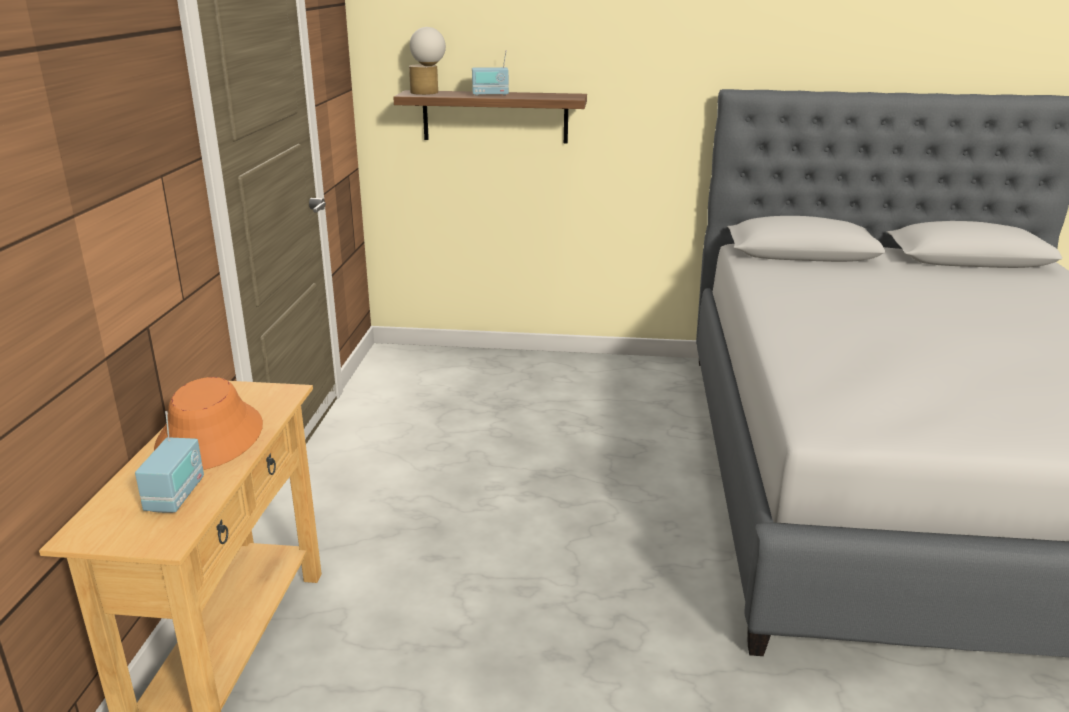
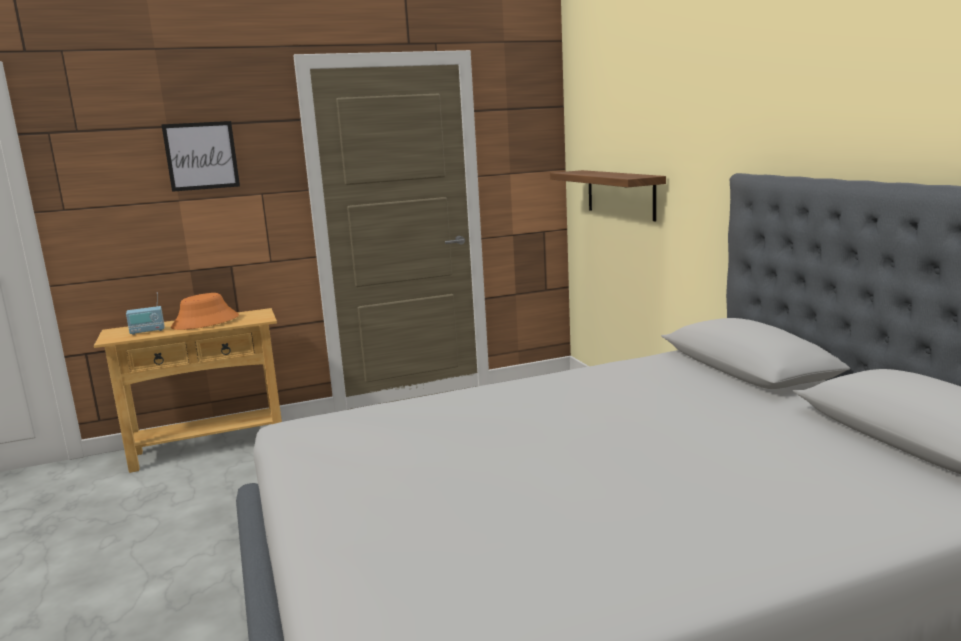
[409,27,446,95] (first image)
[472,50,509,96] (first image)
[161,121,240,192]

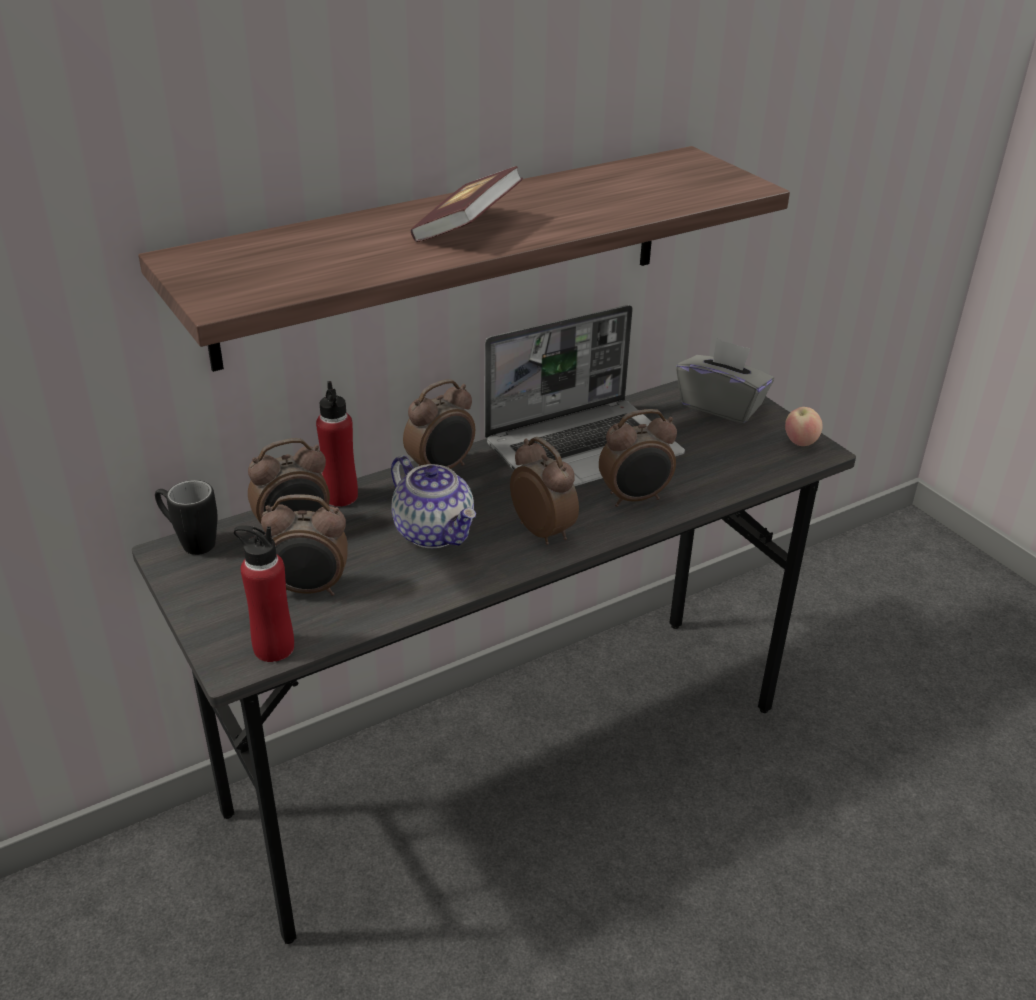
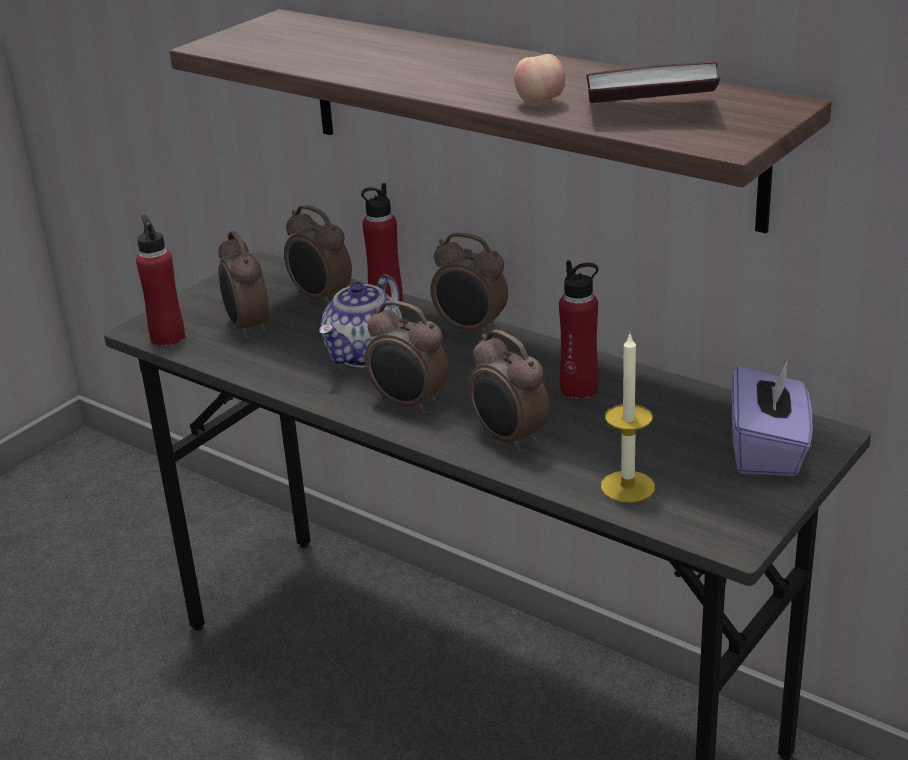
[155,480,217,555] (first image)
[601,334,655,503]
[586,62,720,103]
[514,54,565,106]
[559,260,599,399]
[732,360,812,476]
[364,300,449,415]

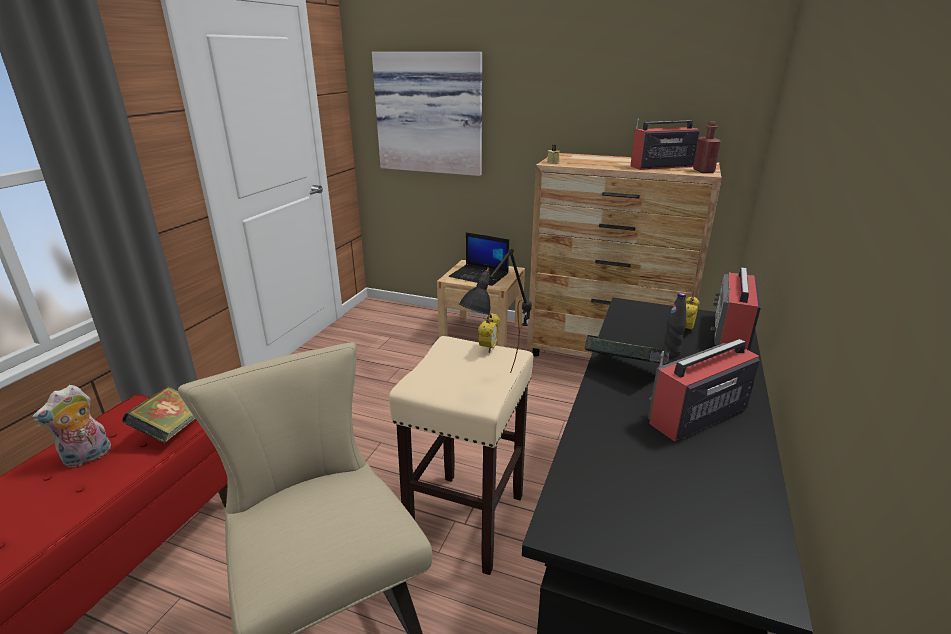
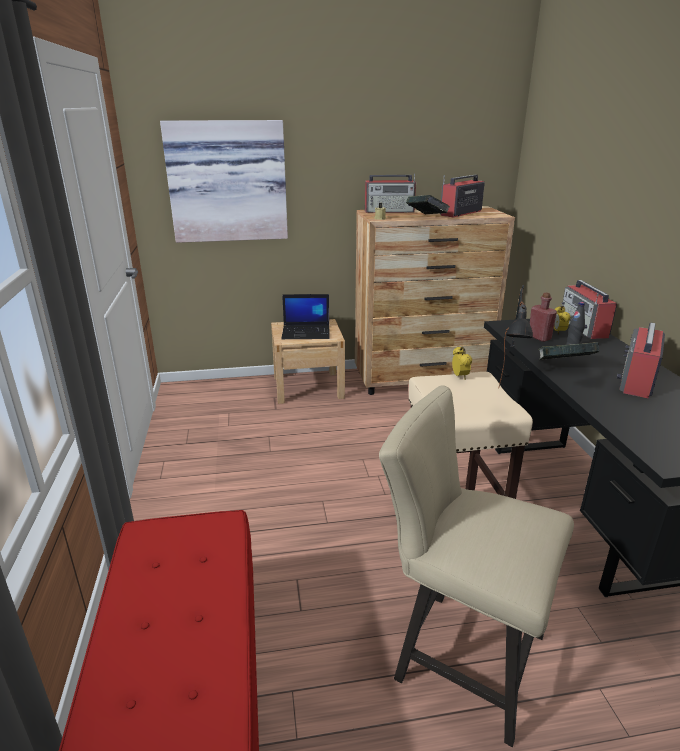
[32,385,111,468] (first image)
[365,174,416,213]
[406,195,450,215]
[530,292,557,342]

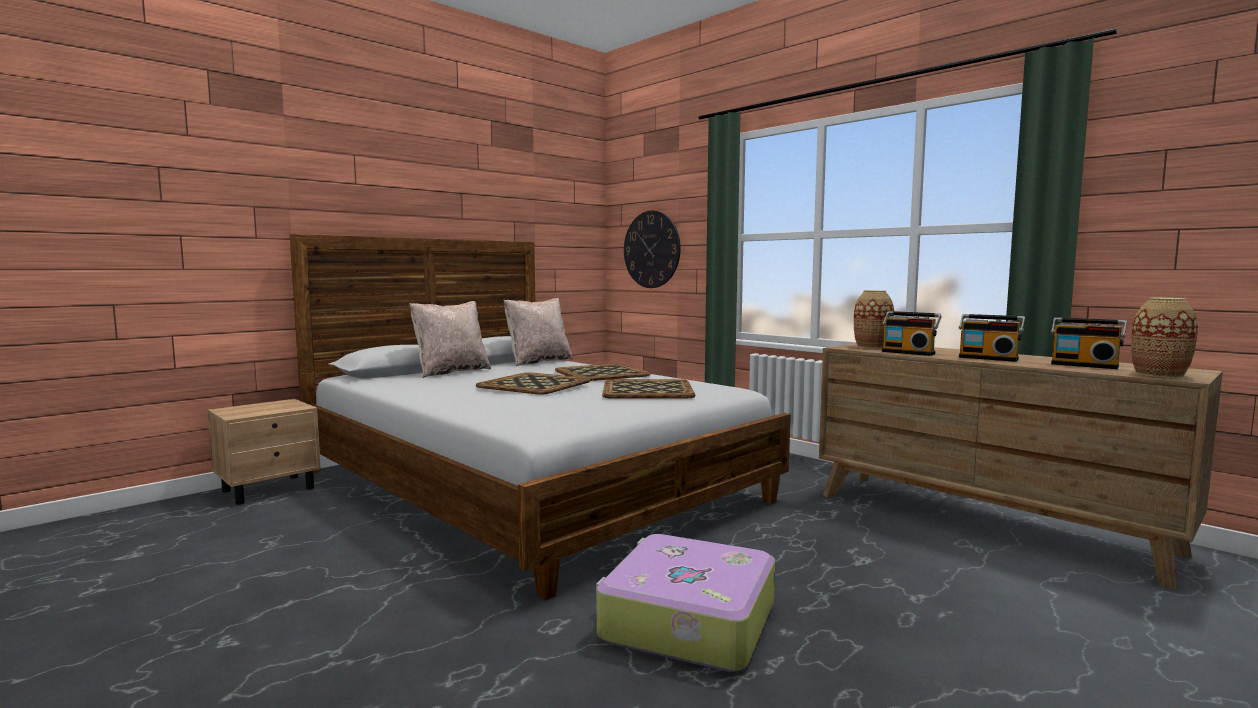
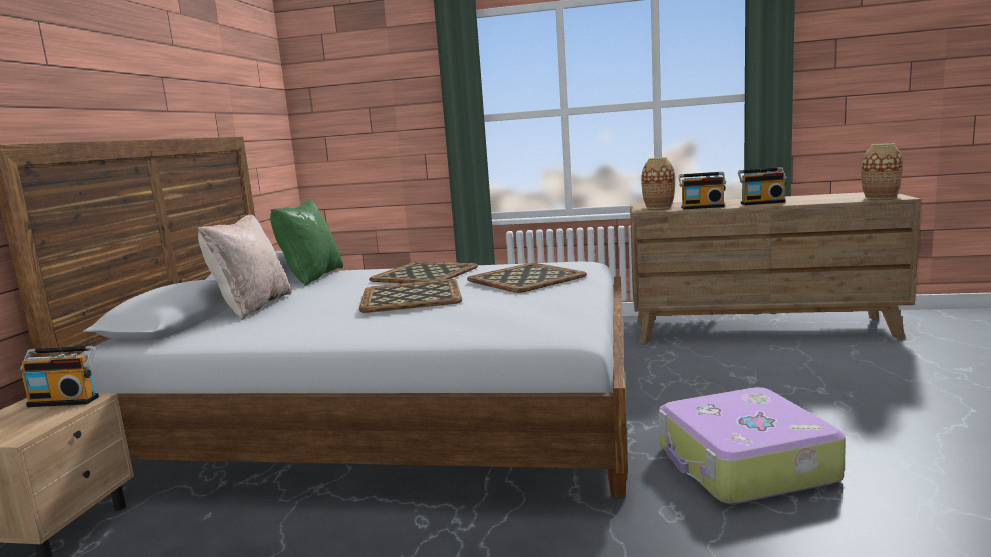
[624,211,681,288] (first image)
[20,346,99,407]
[270,200,343,286]

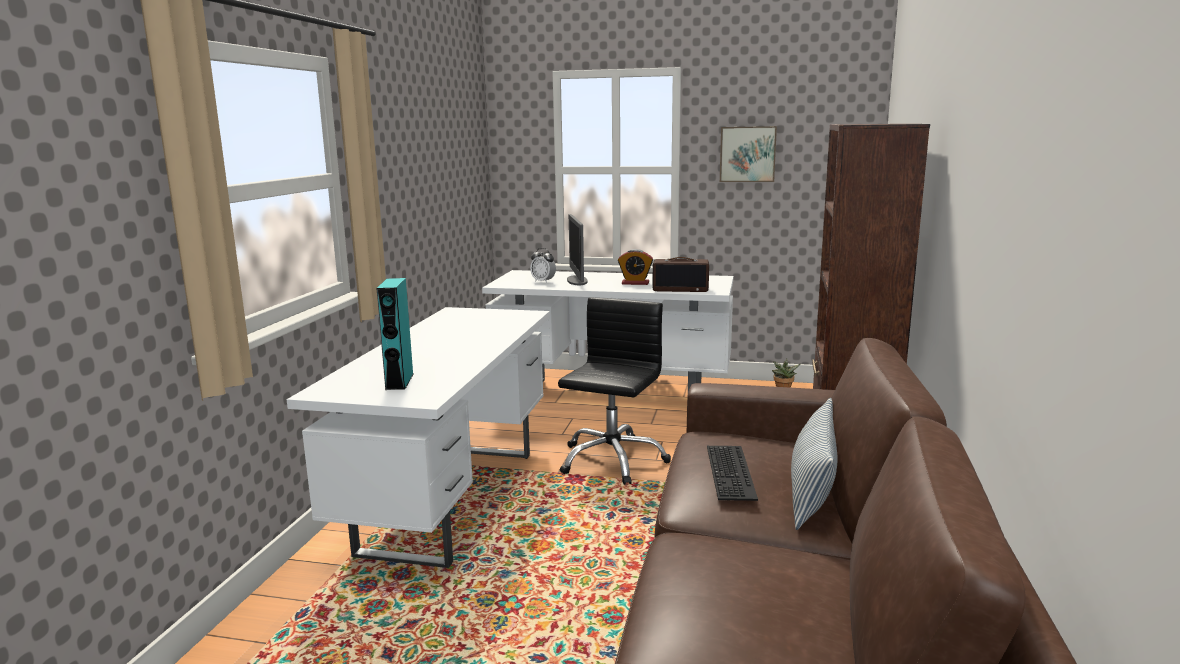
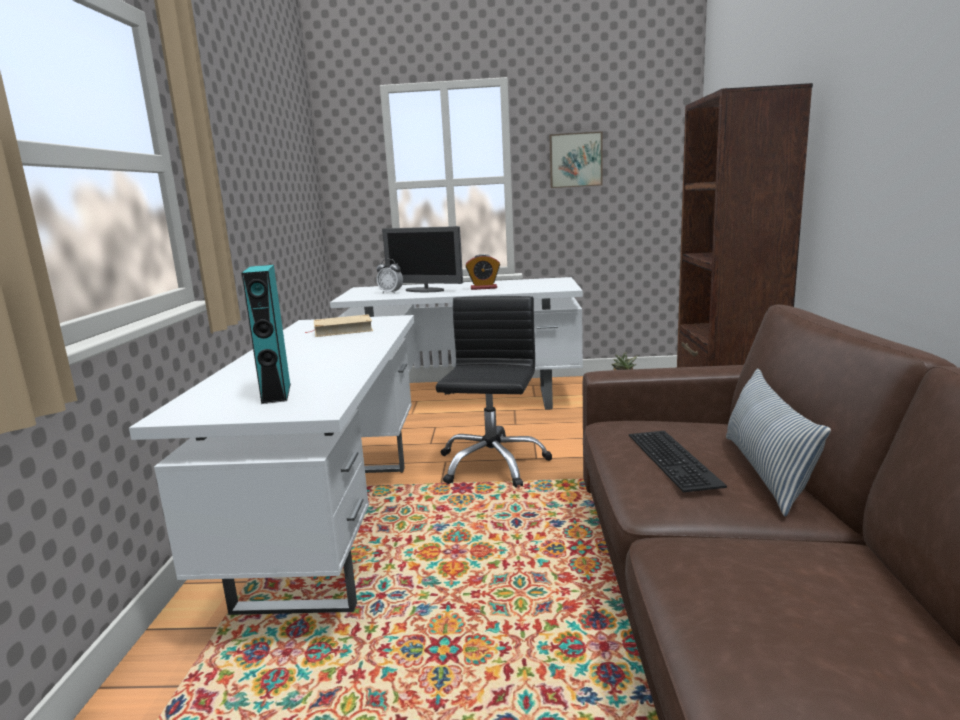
[653,257,709,292] (first image)
[305,314,373,337]
[382,226,463,292]

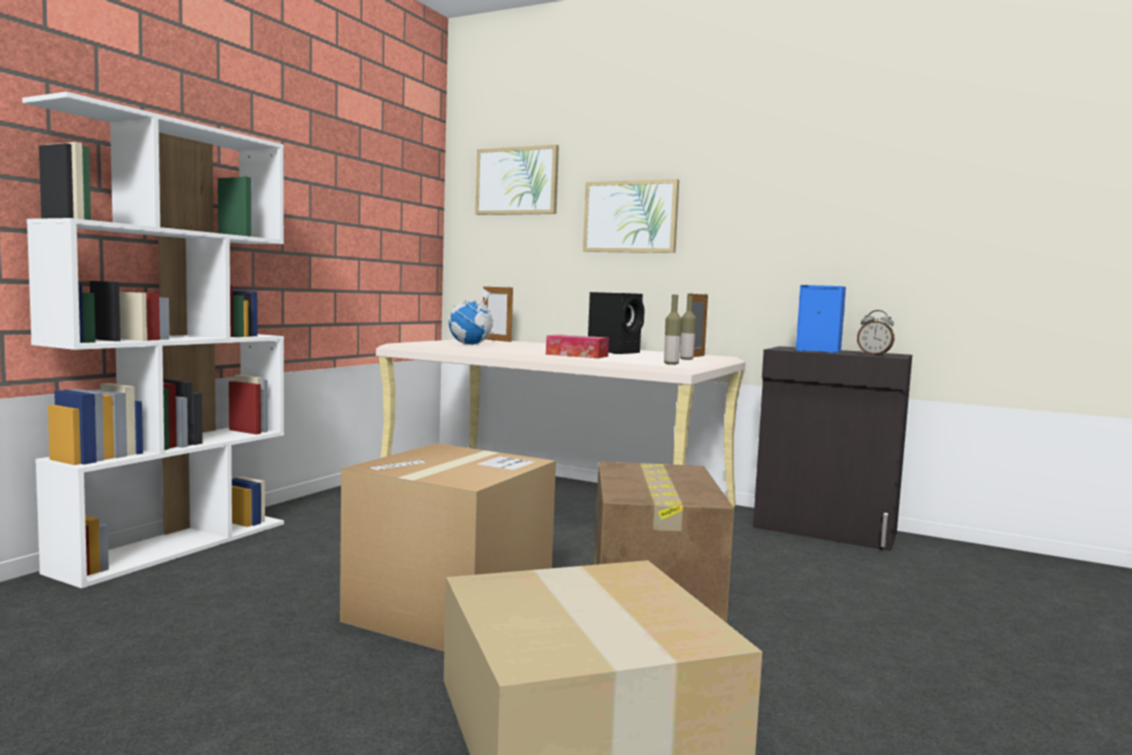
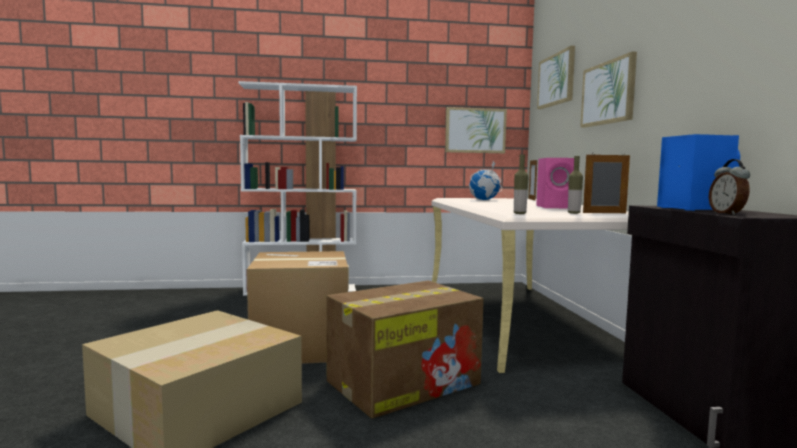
[546,334,609,358] (first image)
[445,107,507,153]
[536,158,574,209]

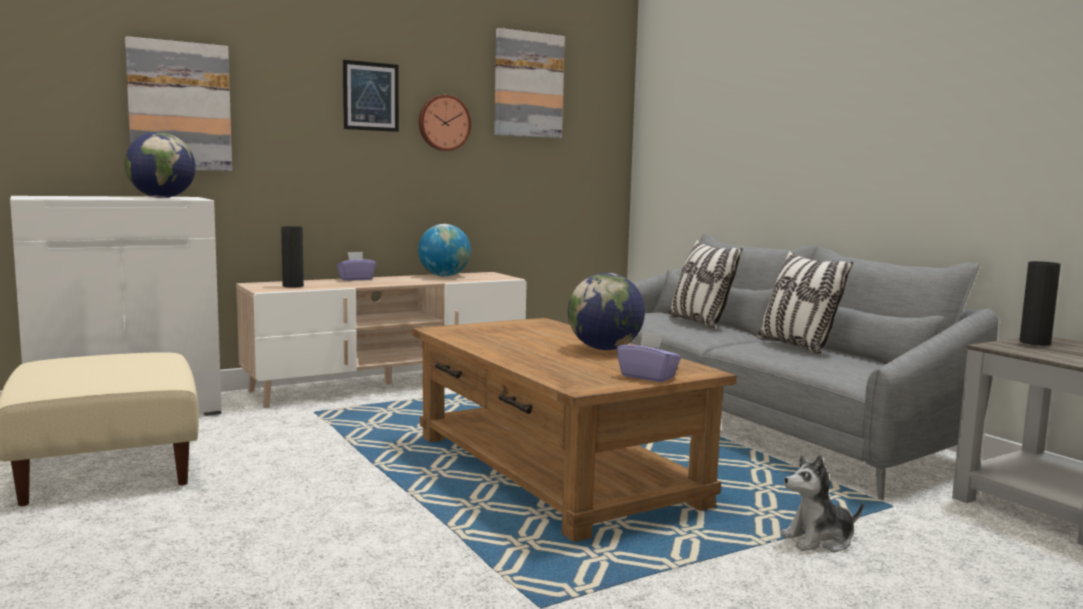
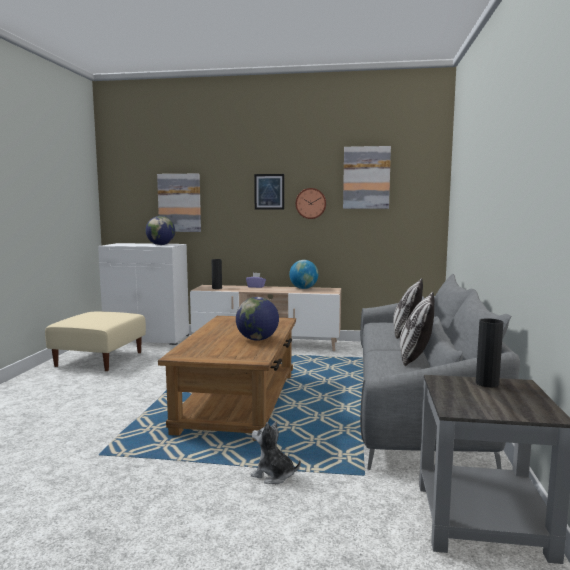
[617,332,681,382] (first image)

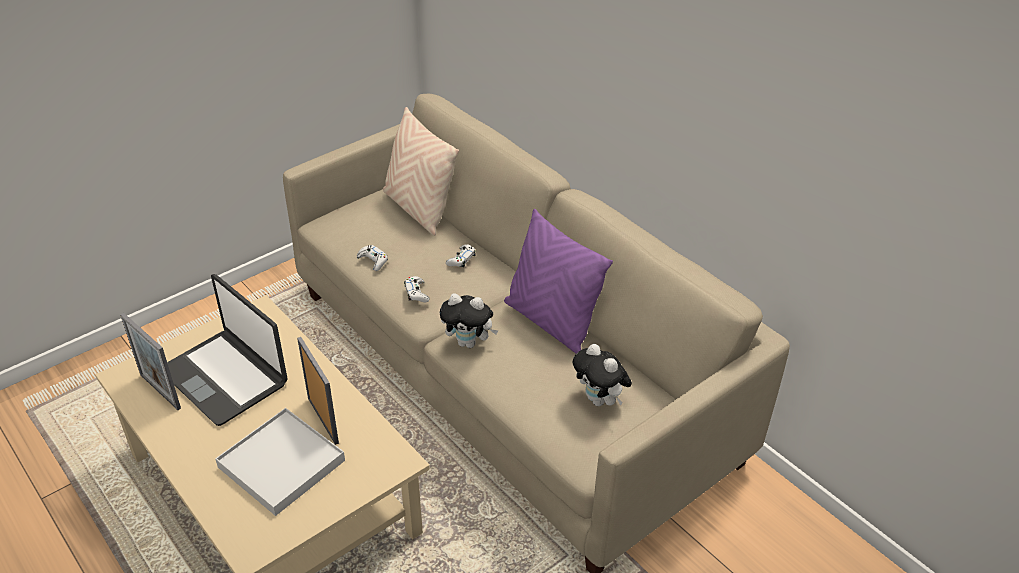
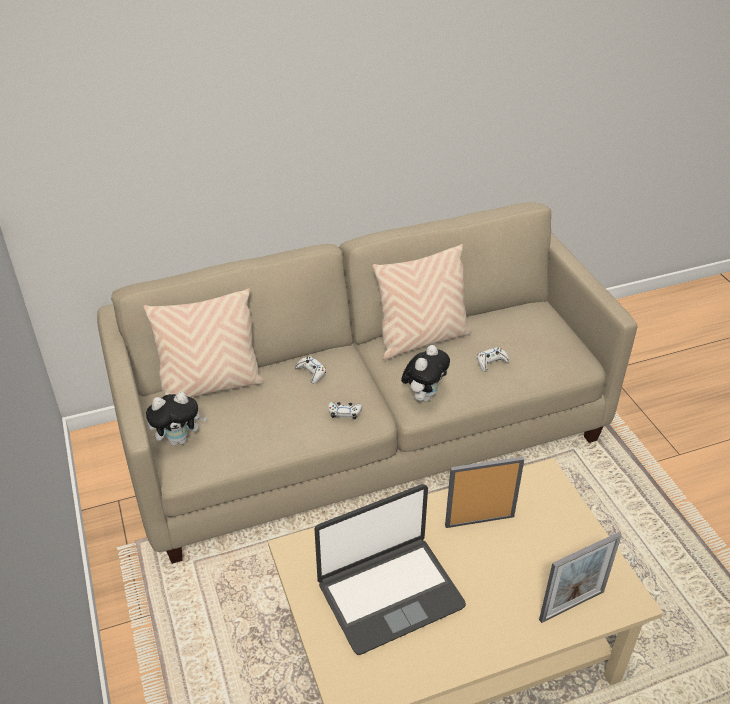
[215,408,345,516] (first image)
[539,532,622,623]
[477,347,509,372]
[146,392,207,446]
[372,244,471,360]

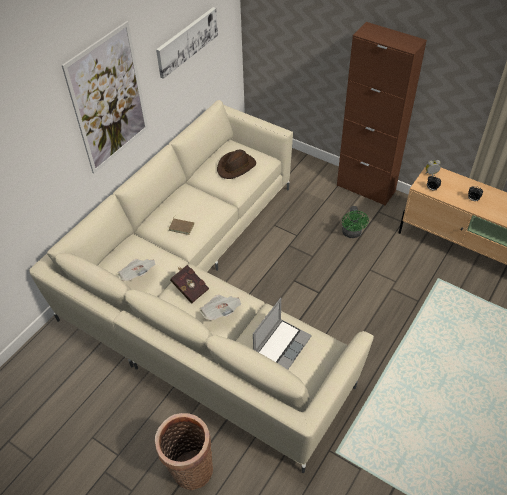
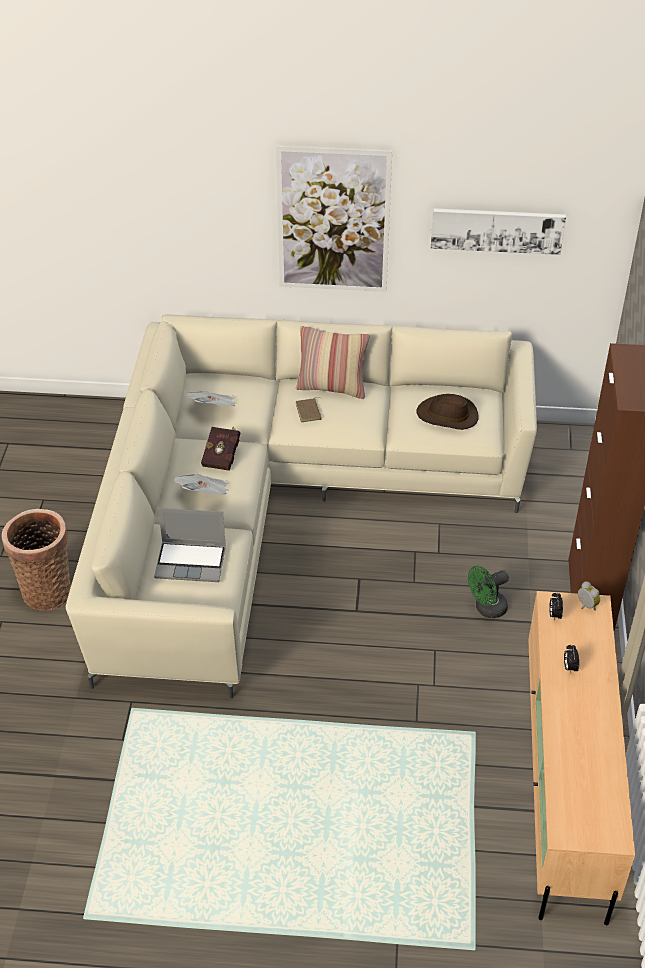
[296,326,370,399]

